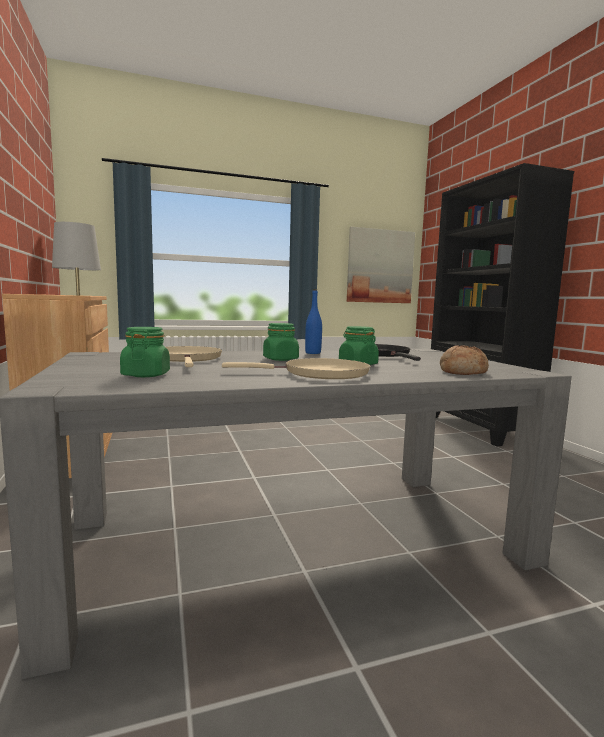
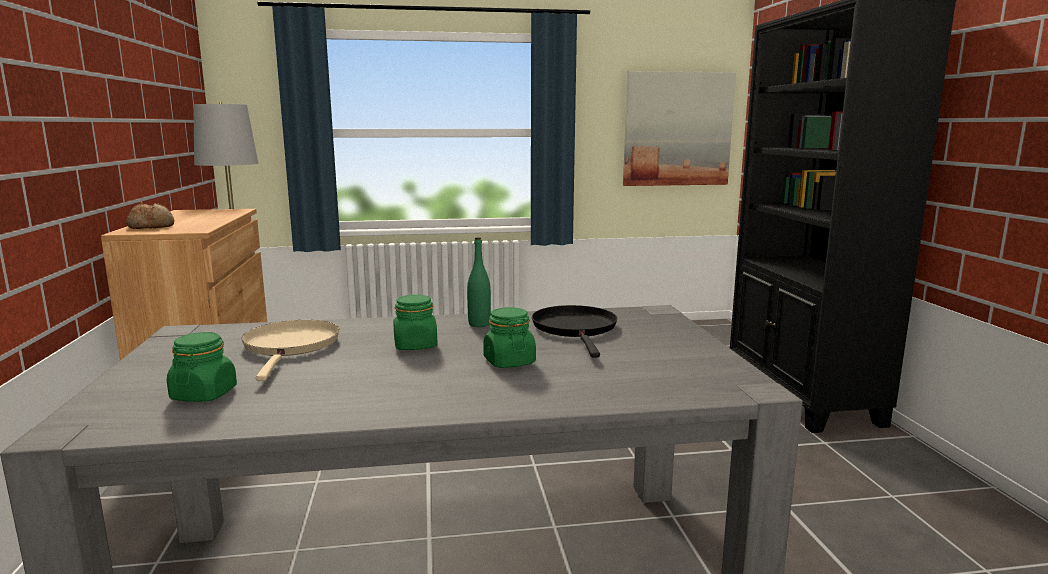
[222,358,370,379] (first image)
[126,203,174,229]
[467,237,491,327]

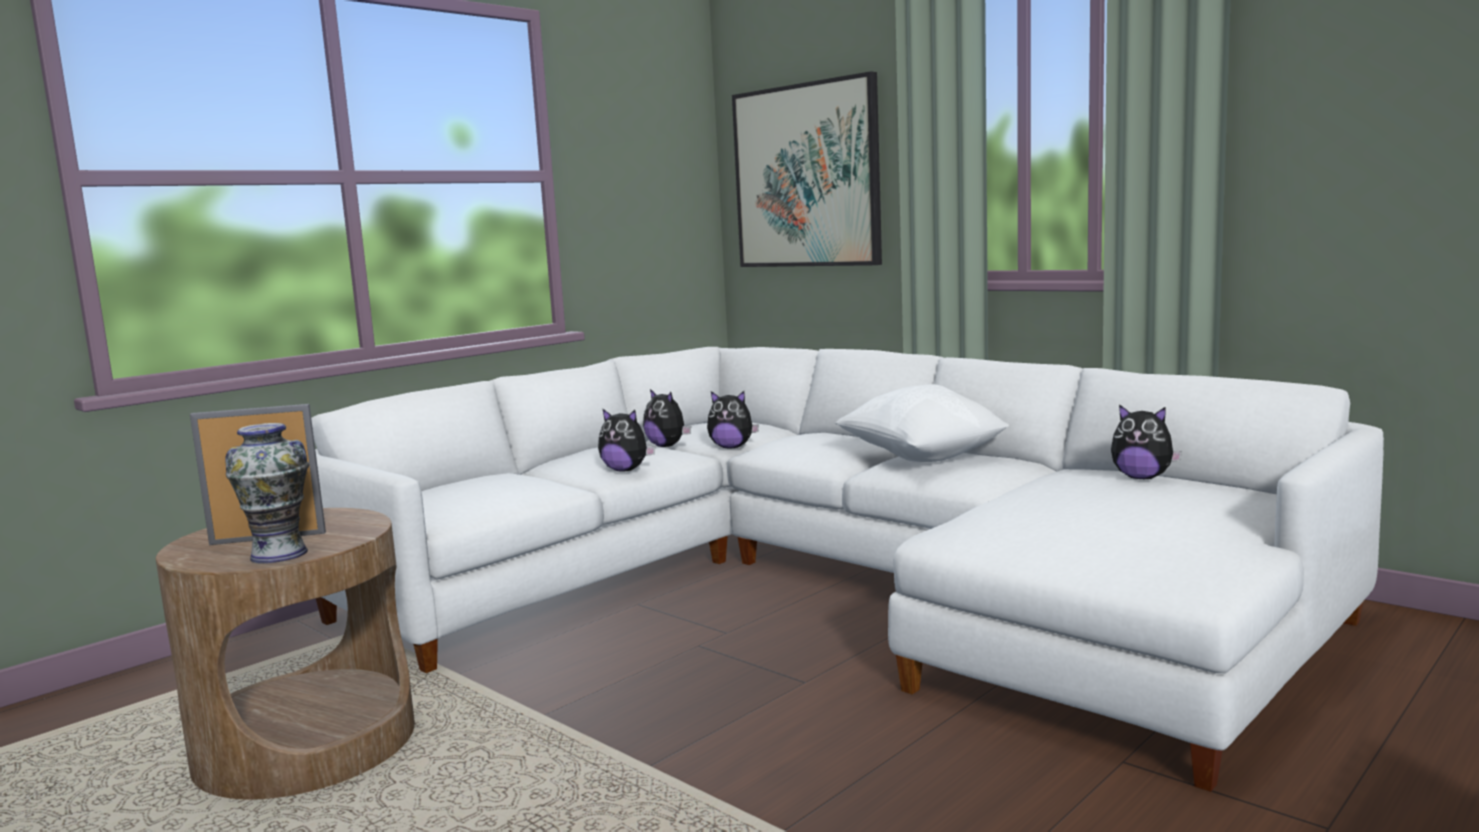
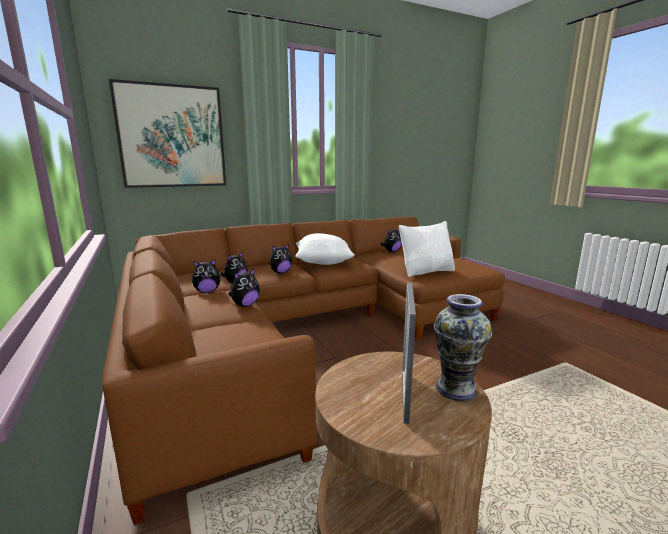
[269,244,292,273]
[399,221,455,277]
[102,217,505,525]

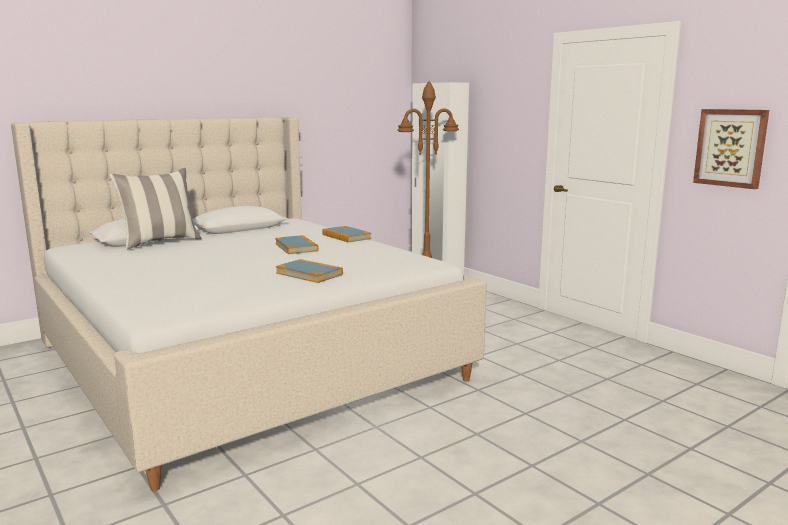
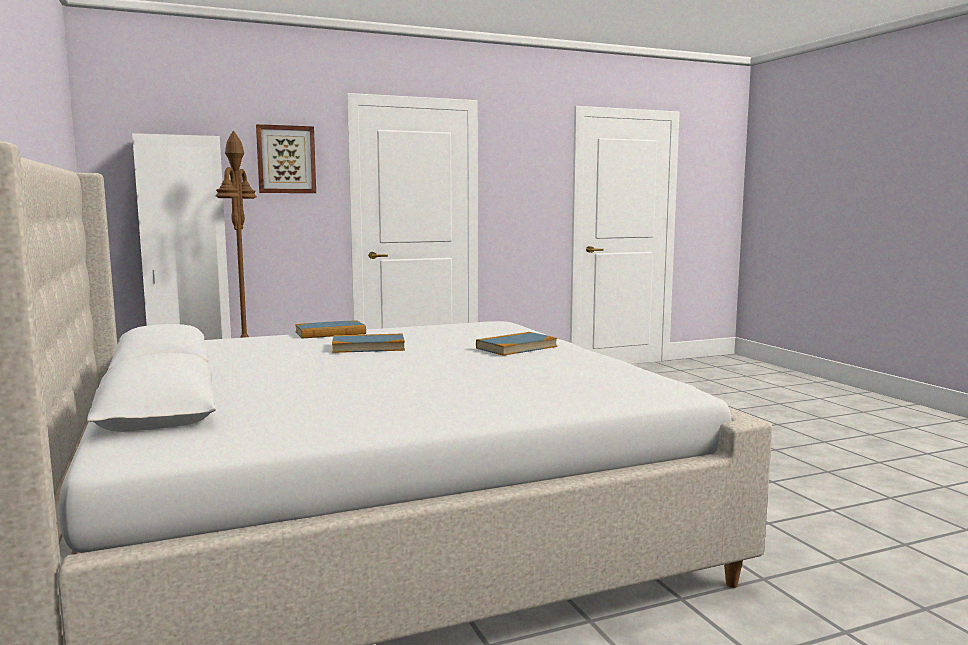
[109,168,202,250] (first image)
[256,124,316,193]

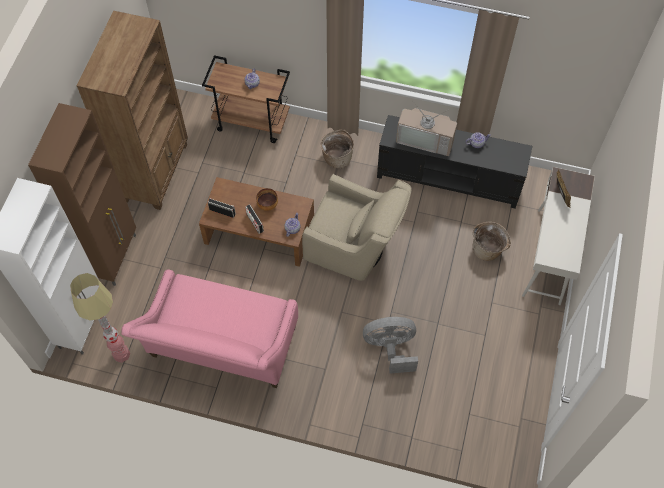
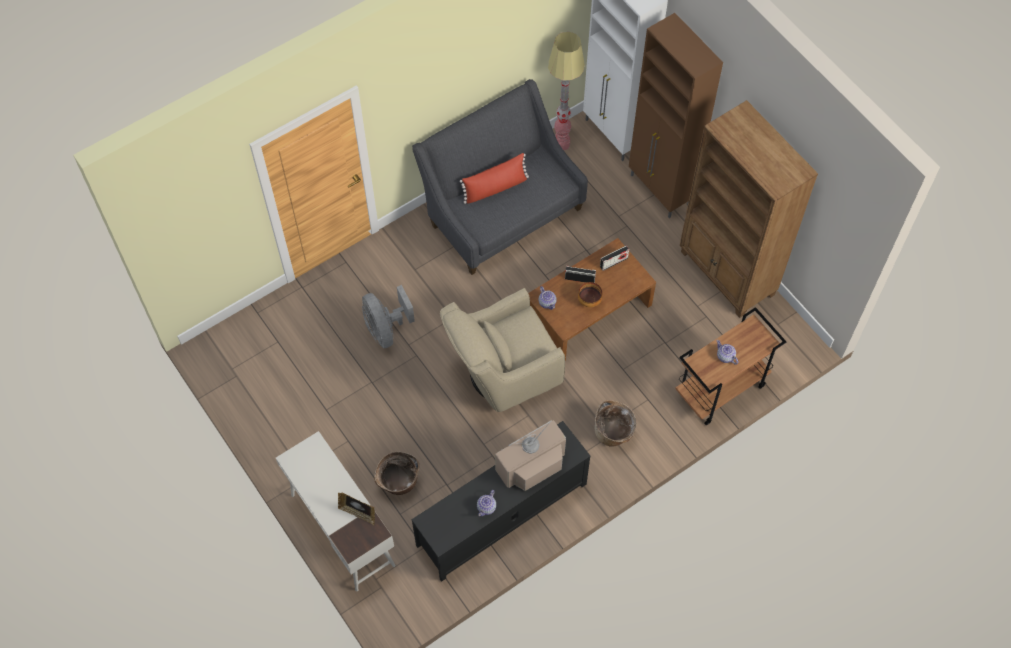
[460,153,529,204]
[412,79,588,275]
[362,285,415,348]

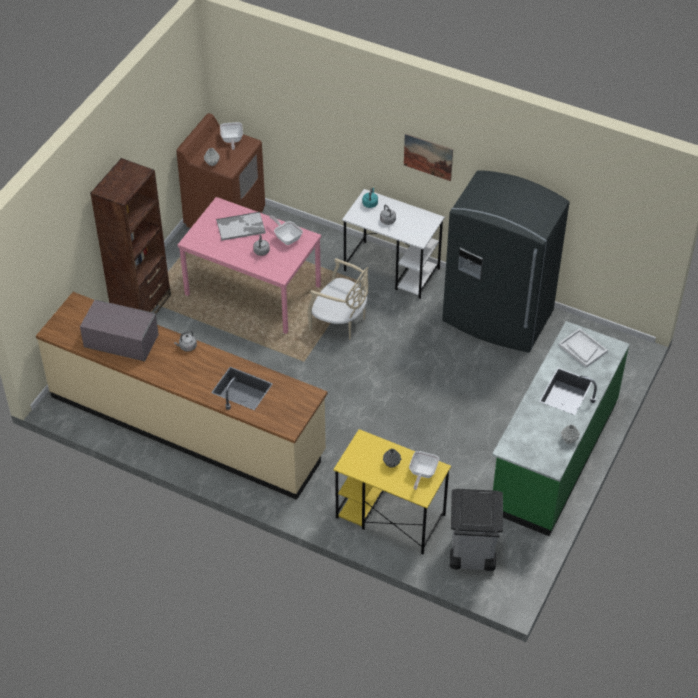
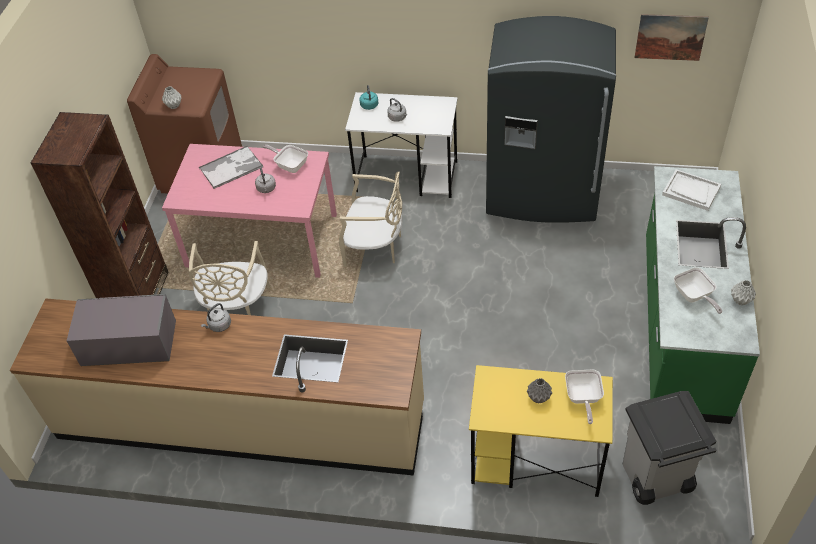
[189,241,270,315]
[674,267,722,314]
[634,14,709,61]

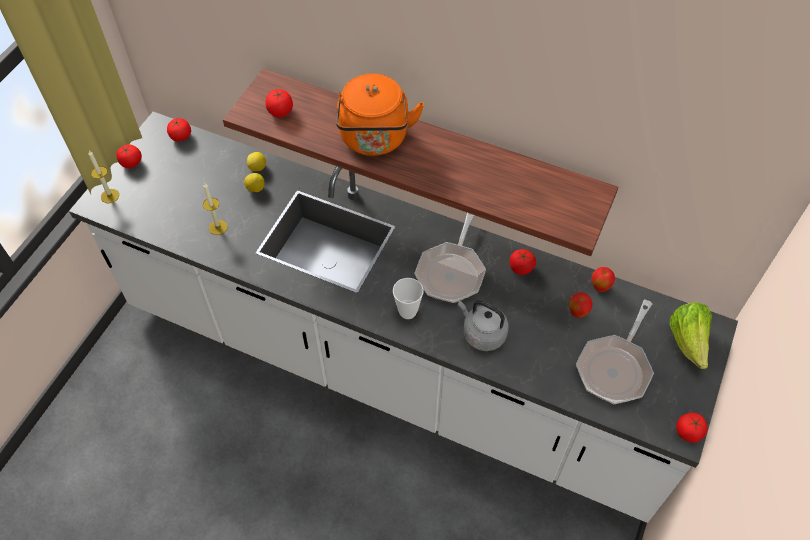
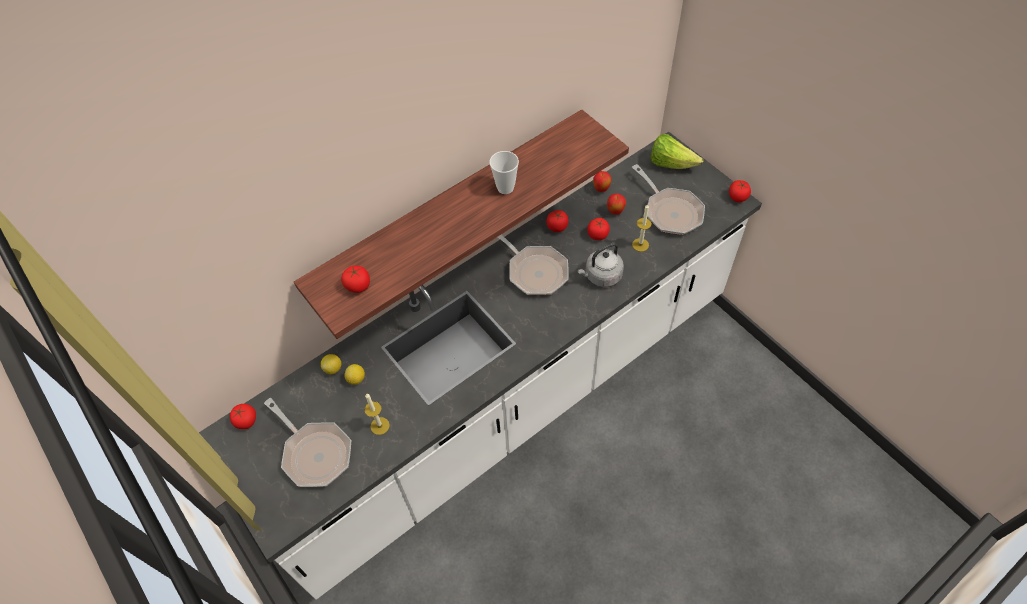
[336,74,424,156] (first image)
[264,398,351,487]
[632,204,652,252]
[587,218,610,240]
[489,151,519,194]

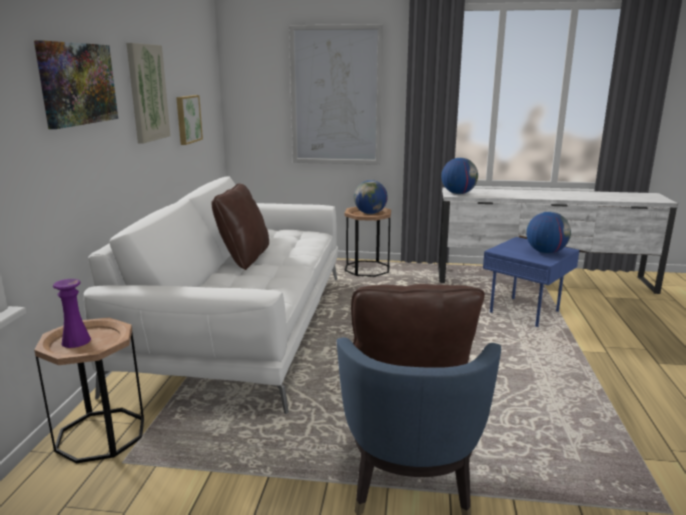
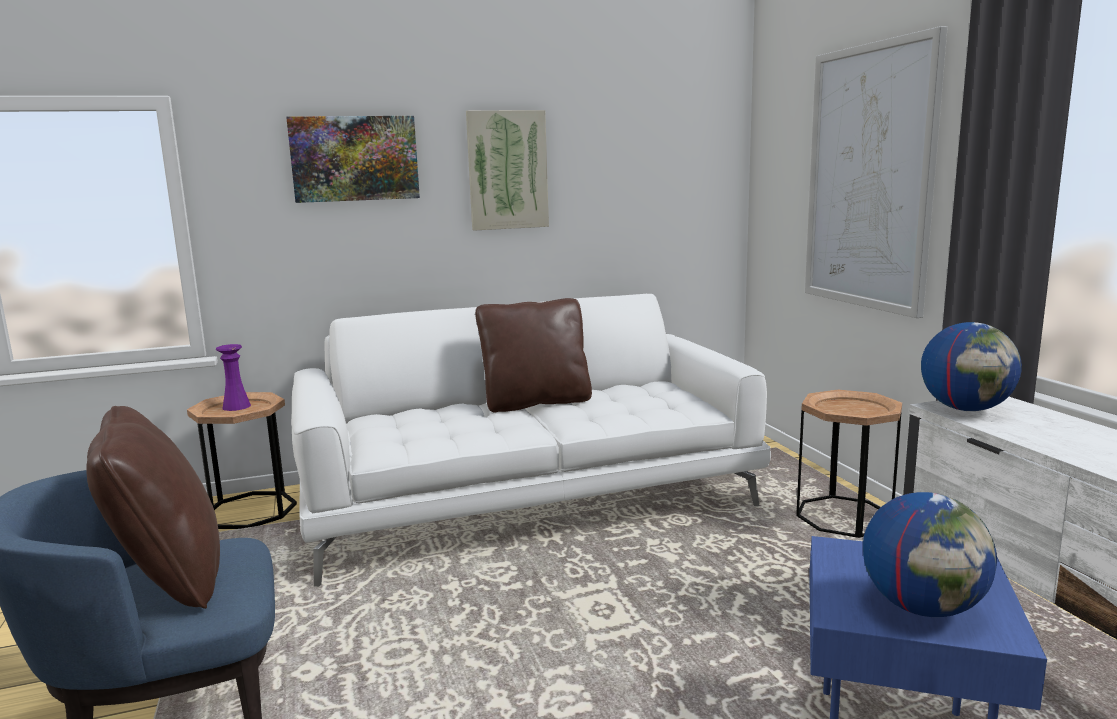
[176,95,203,145] (first image)
[354,180,388,214] (first image)

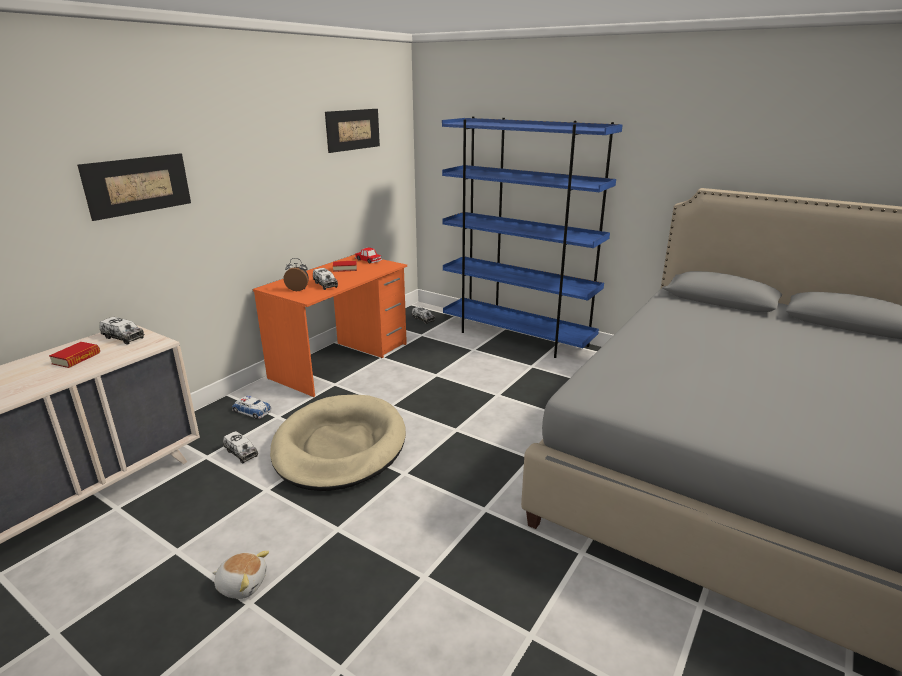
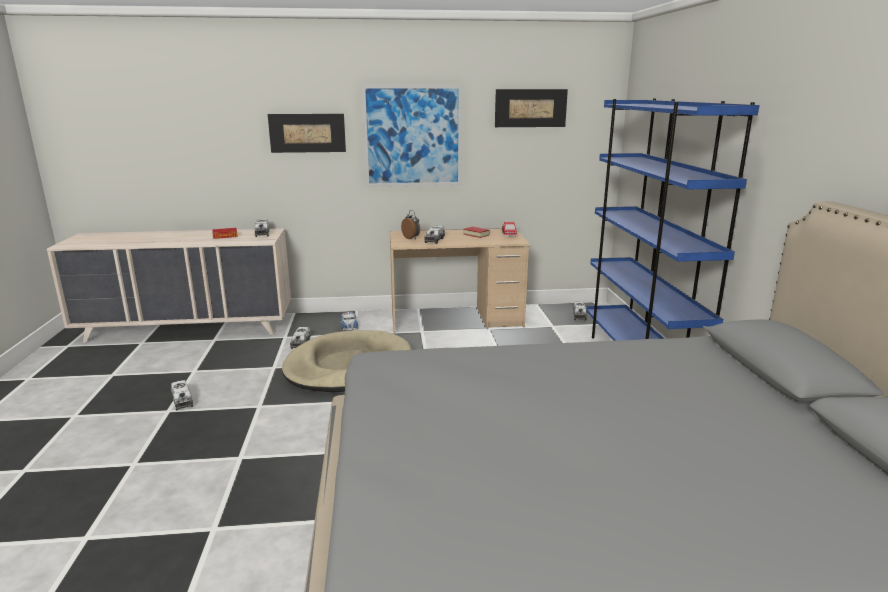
[361,84,463,187]
[171,380,193,410]
[390,228,530,333]

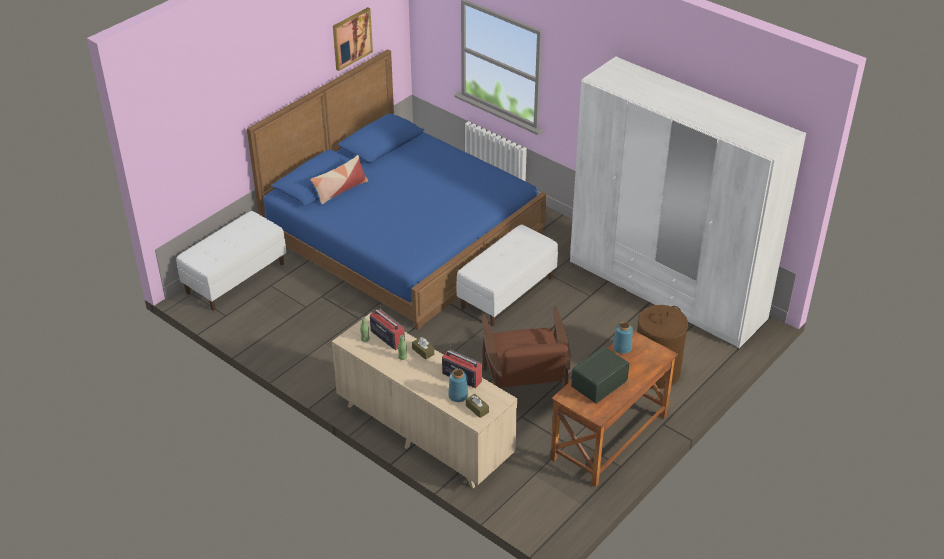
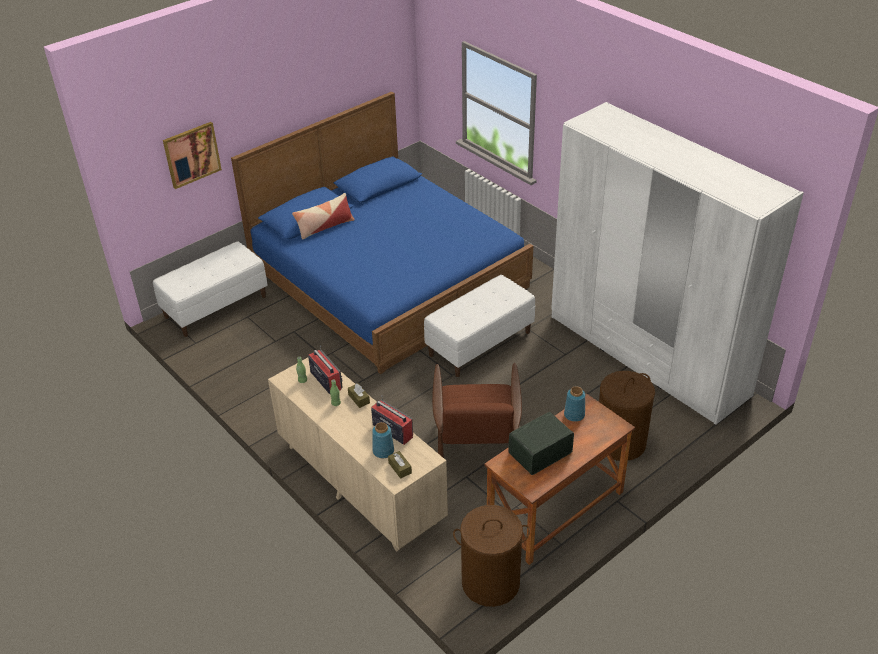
[453,505,530,607]
[163,122,222,189]

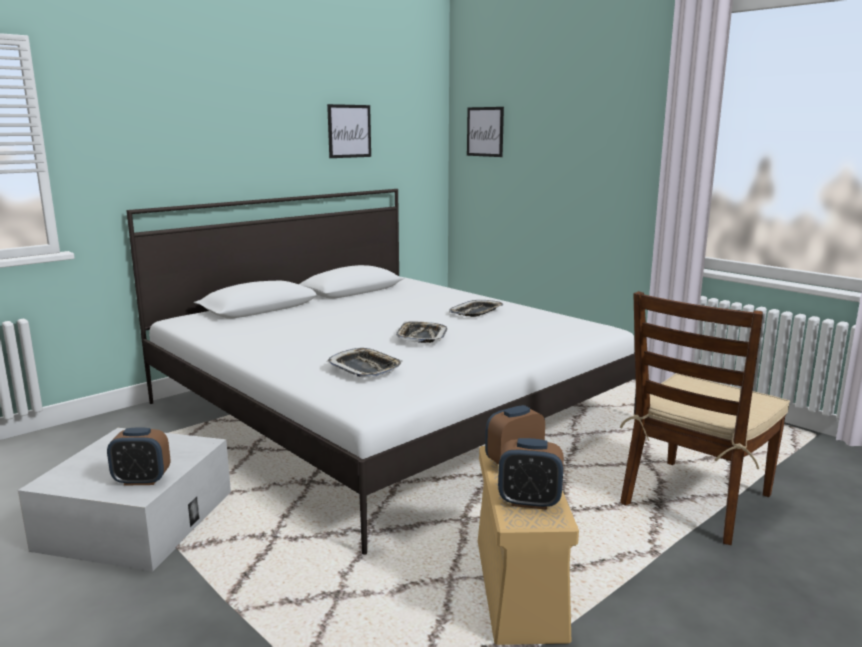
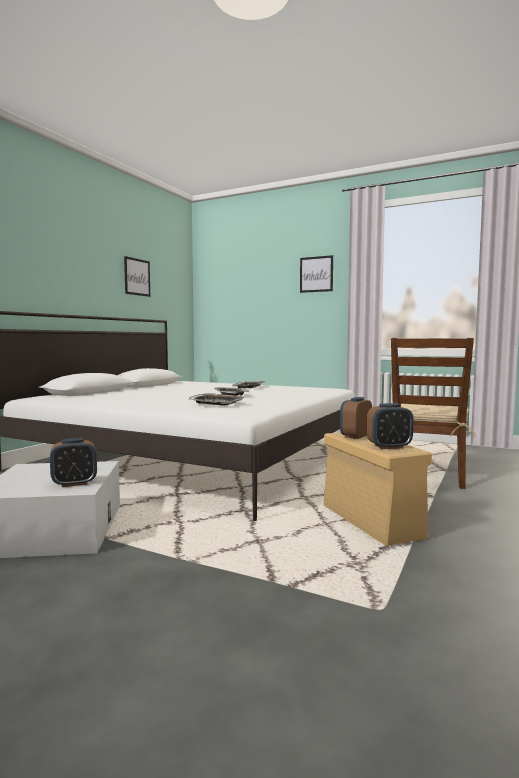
[300,255,333,293]

